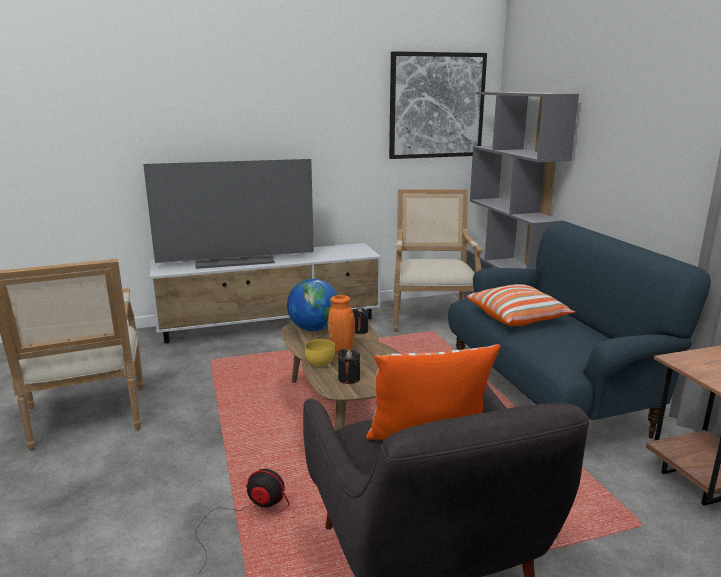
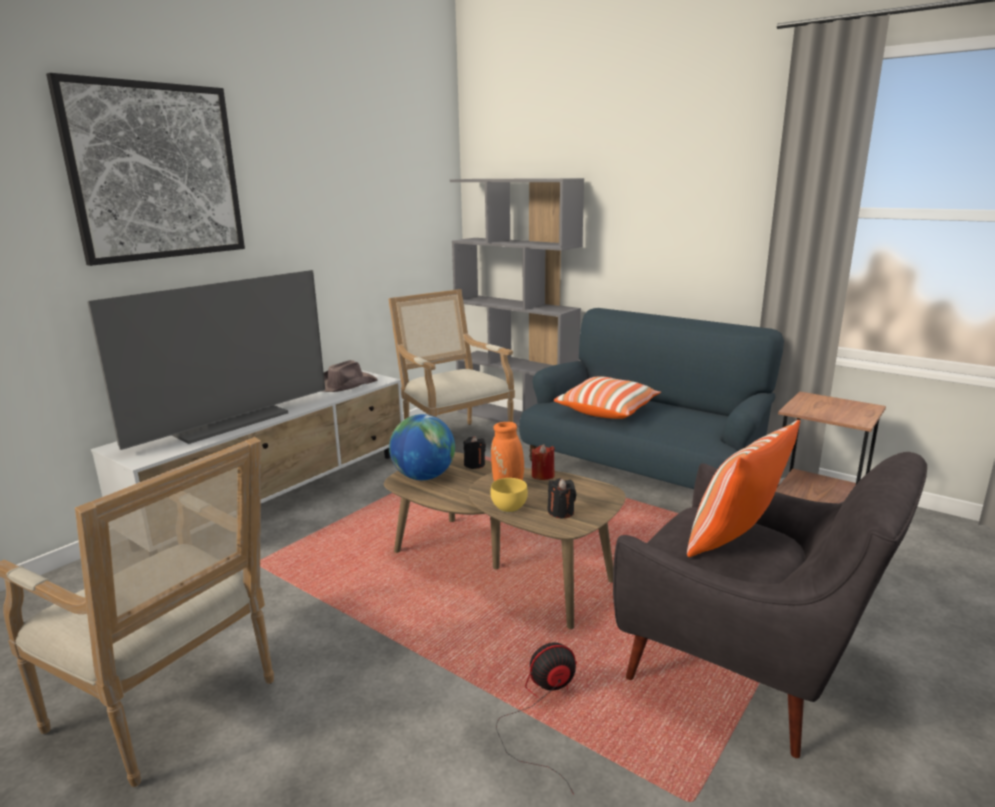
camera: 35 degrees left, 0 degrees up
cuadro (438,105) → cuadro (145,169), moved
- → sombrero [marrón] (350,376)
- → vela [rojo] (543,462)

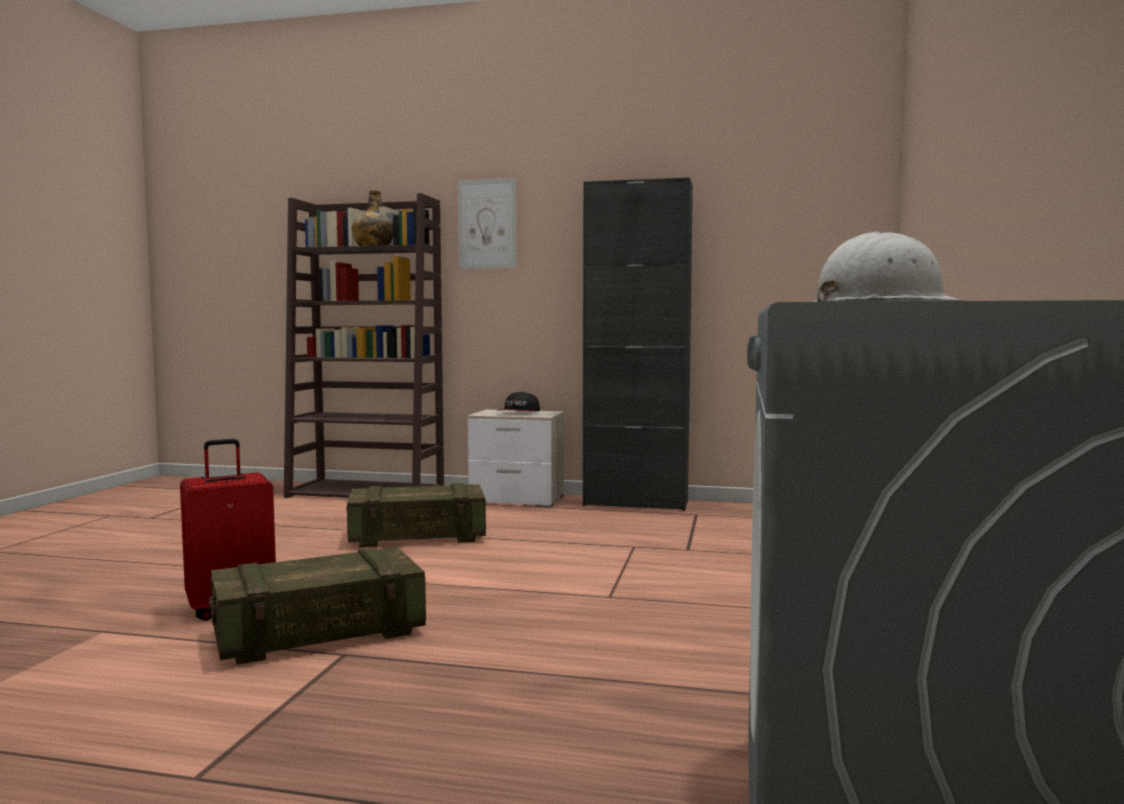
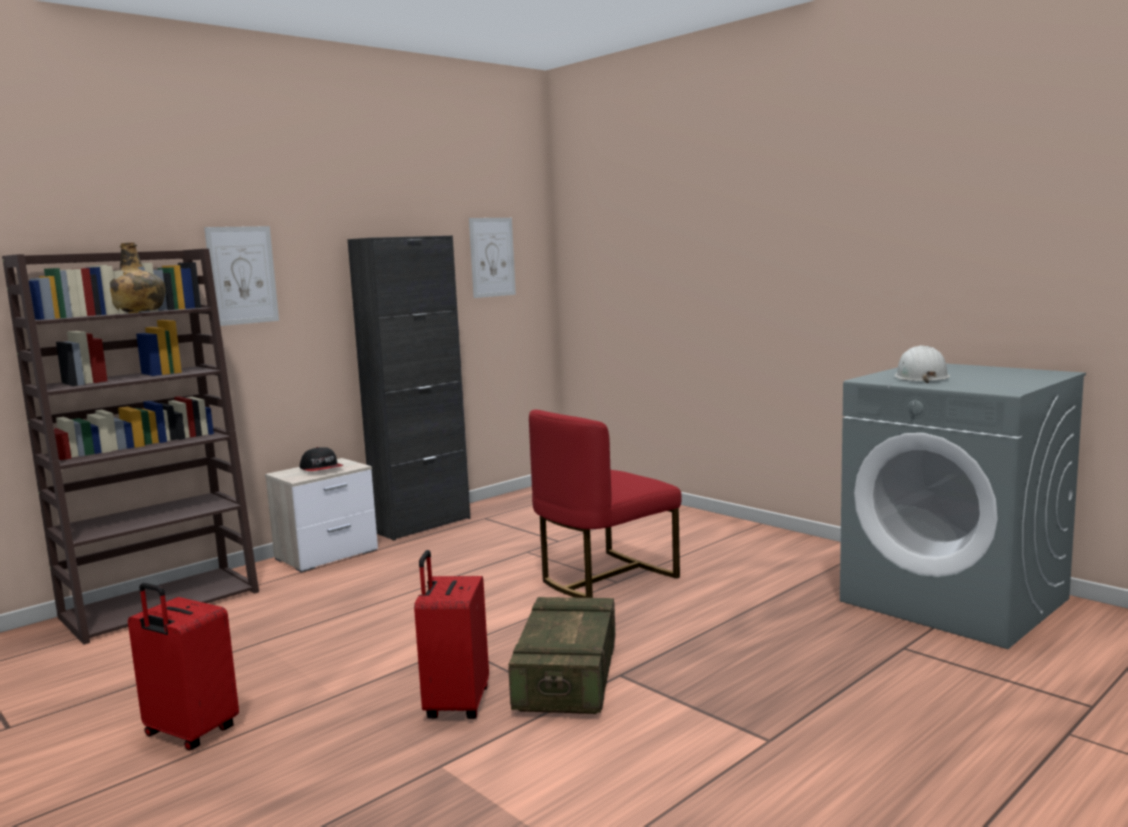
camera: 55 degrees left, 5 degrees up
- → maleta [rojo] (183,667)
- → cuadro (492,258)
- → silla [rojo] (605,504)
caja de embalaje (416,515) → -

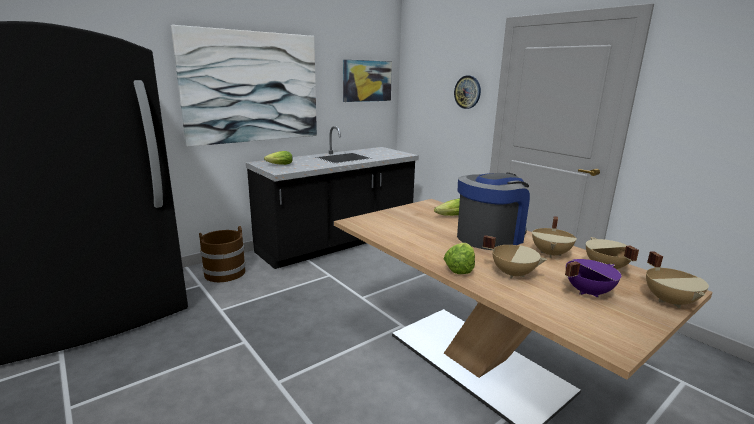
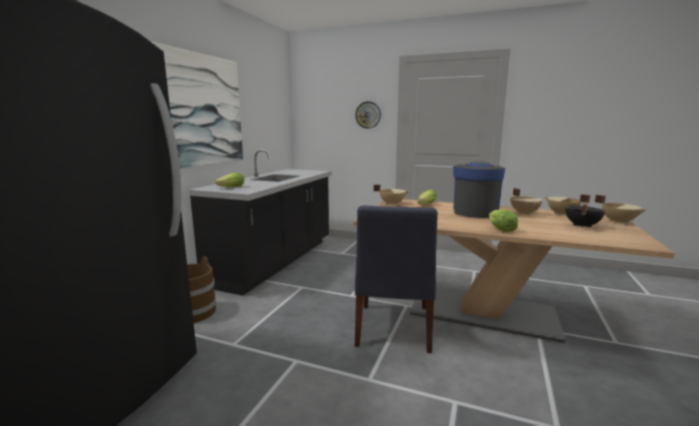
camera: 30 degrees left, 5 degrees down
- → silla [azul] (396,279)
olla [beis] (515,257) → olla [beis] (391,195), moved
olla [morado] (593,278) → olla [negro] (585,216)
cuadro (367,81) → -

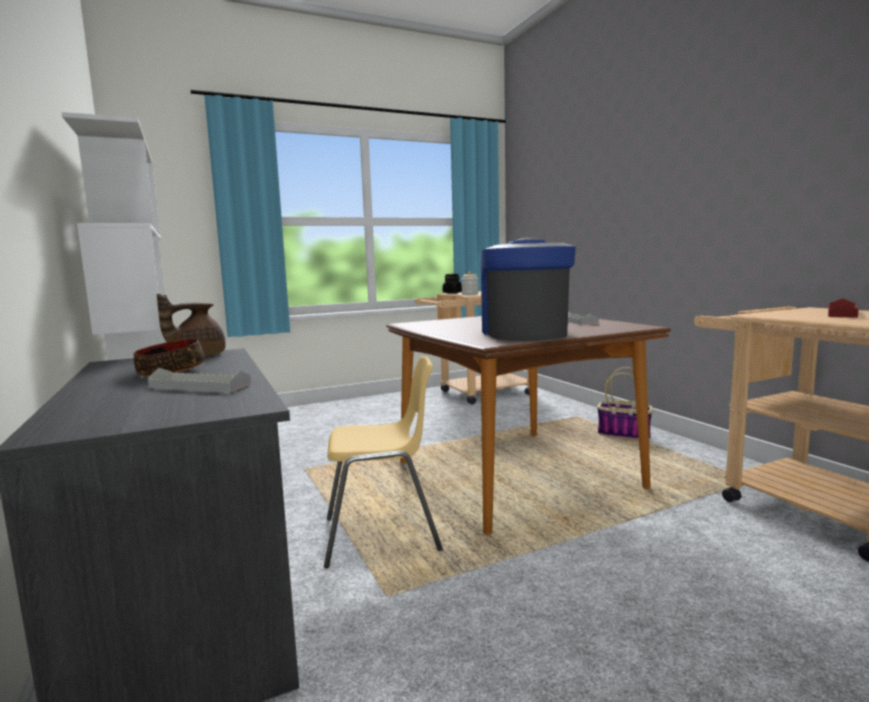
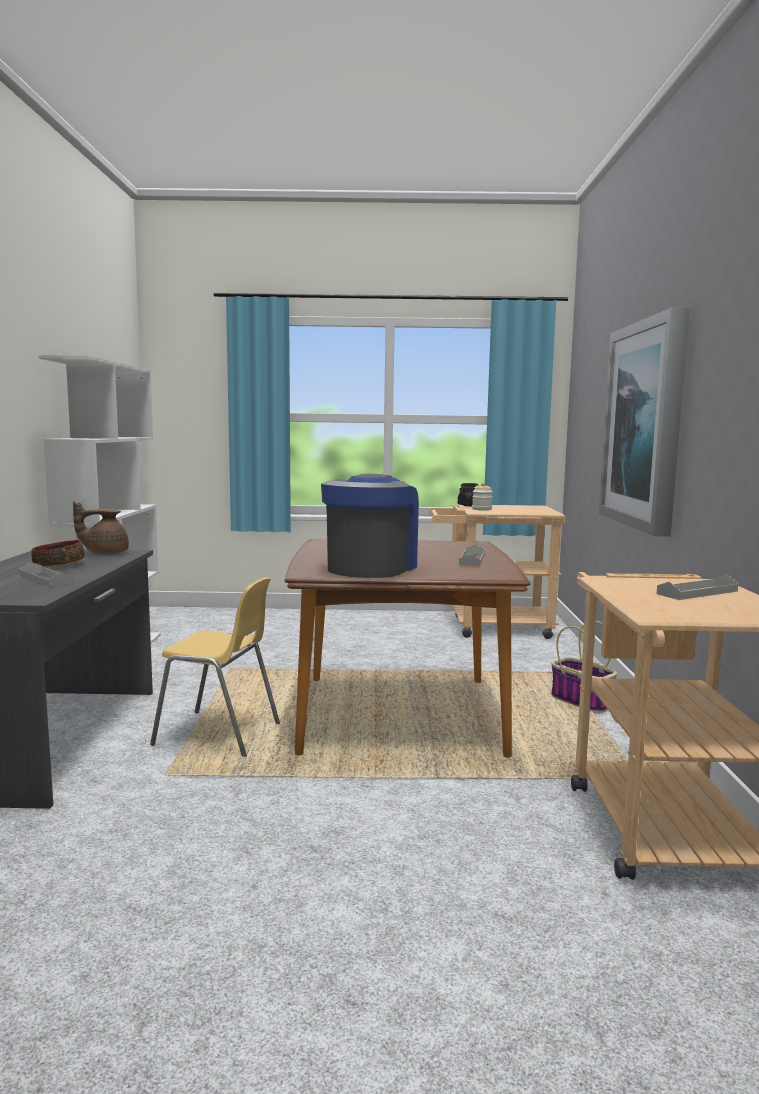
camera: 25 degrees right, 0 degrees up
- → cuadro (644,421)
bandeja [rojo] (843,308) → bandeja [gris] (698,587)

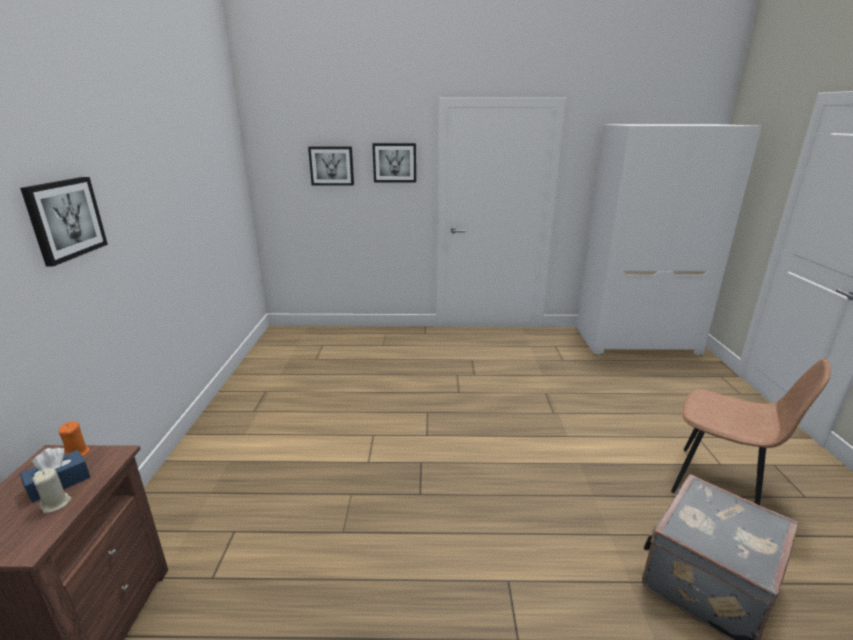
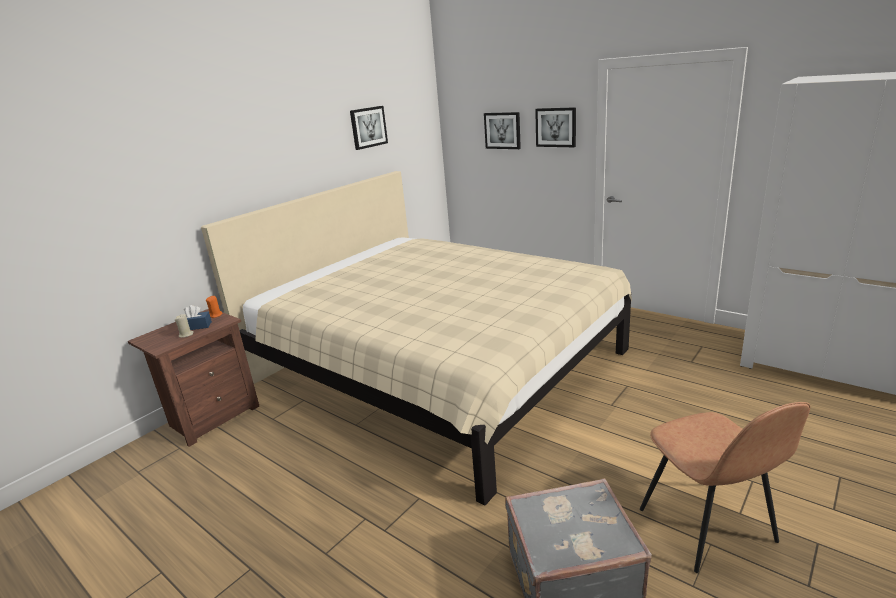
camera: 40 degrees right, 0 degrees up
- → cama [beis] (416,338)
cuadro (64,222) → cuadro (369,128), moved

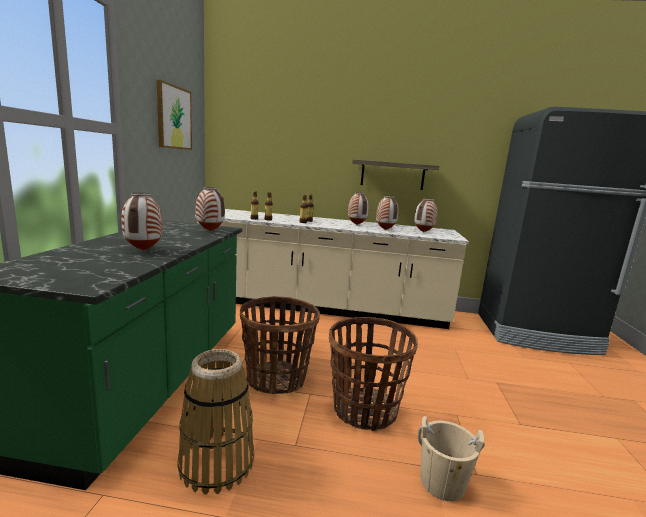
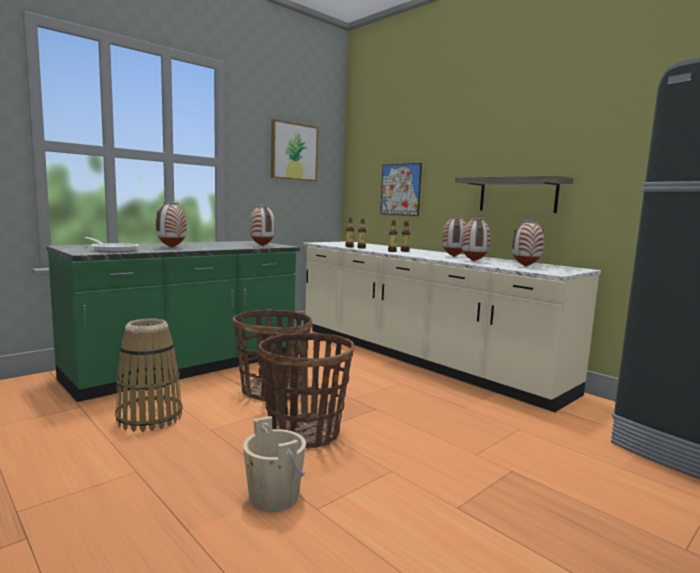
camera: 40 degrees right, 5 degrees down
- → sartén (111,245)
- → cuadro (401,189)

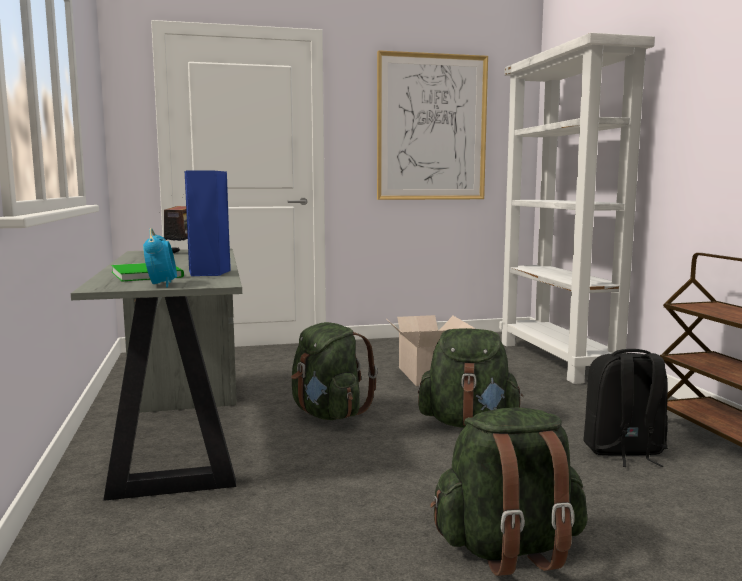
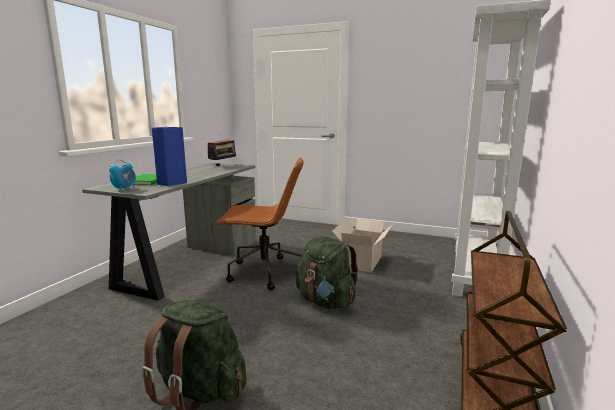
camera: 35 degrees right, 5 degrees up
mochila [verde] (334,371) → silla de oficina [marrón] (259,223)
cuadro (432,125) → -
mochila [negro] (625,408) → -

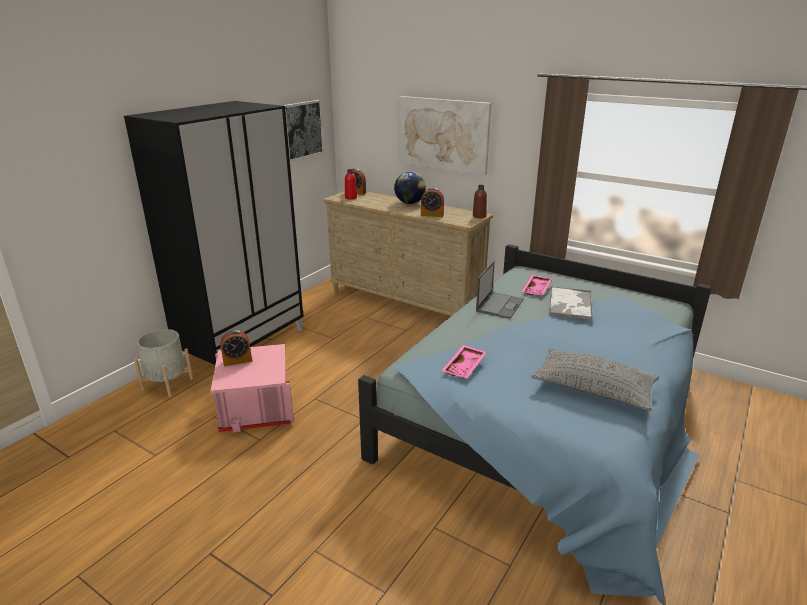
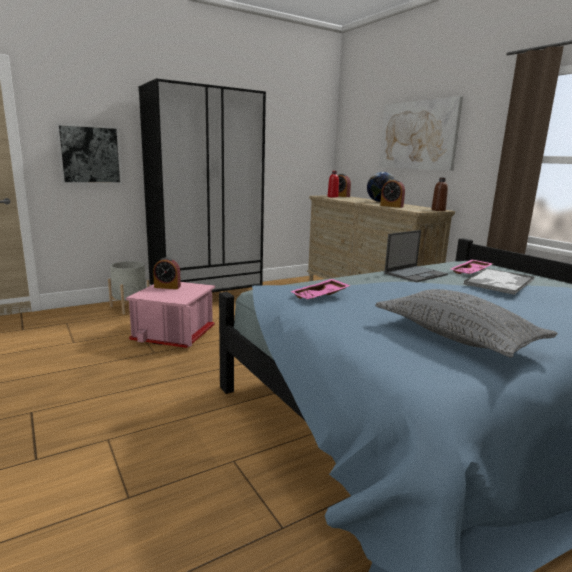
camera: 25 degrees right, 10 degrees down
cuadro (303,131) → cuadro (89,153), moved

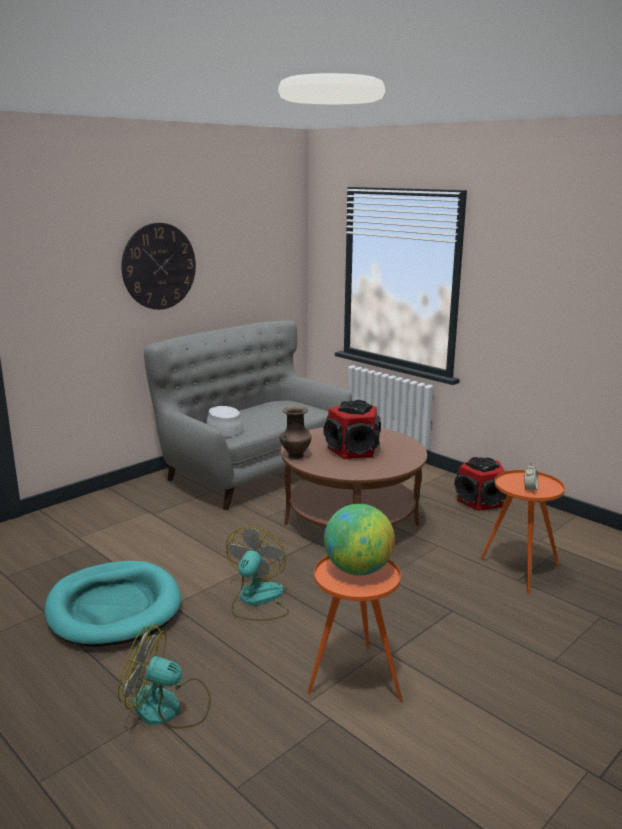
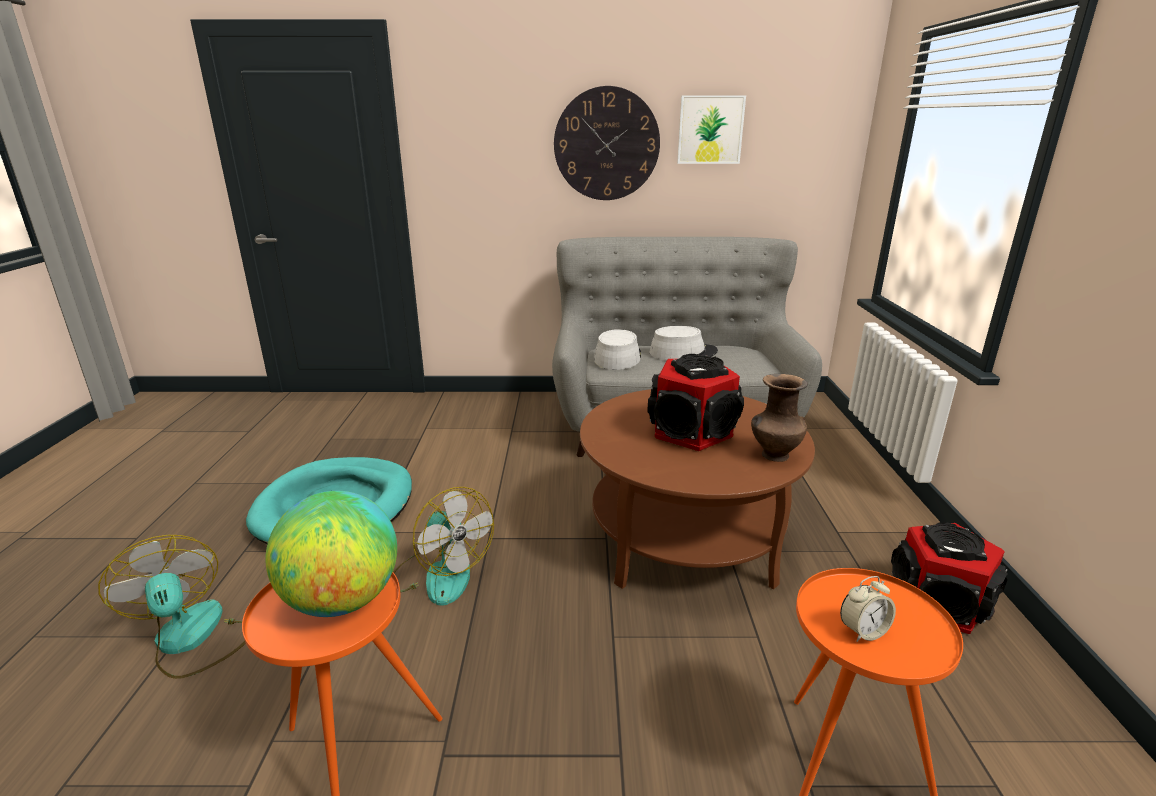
camera: 45 degrees right, 5 degrees up
ventilador (257,573) → ventilador (444,546), 75 degrees clockwise
- → sombrero [gris] (683,343)
- → cuadro (711,129)
florero [marrón] (295,432) → florero [marrón] (779,418), moved

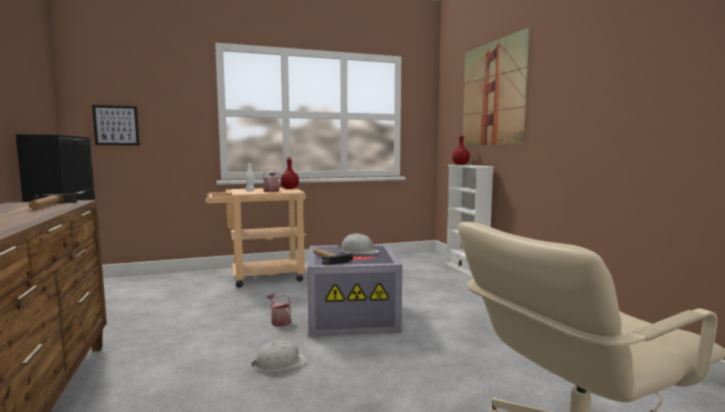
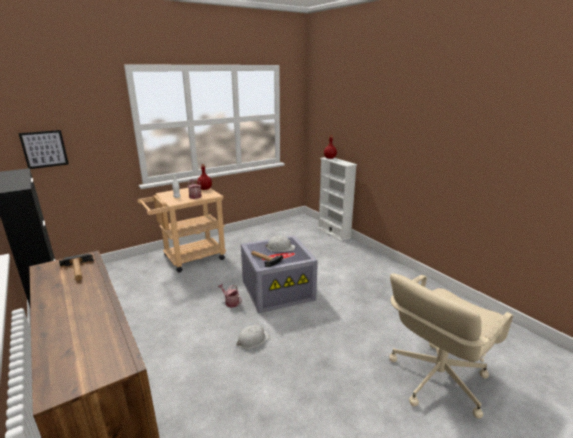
camera: 15 degrees left, 15 degrees up
cuadro (496,87) → -

